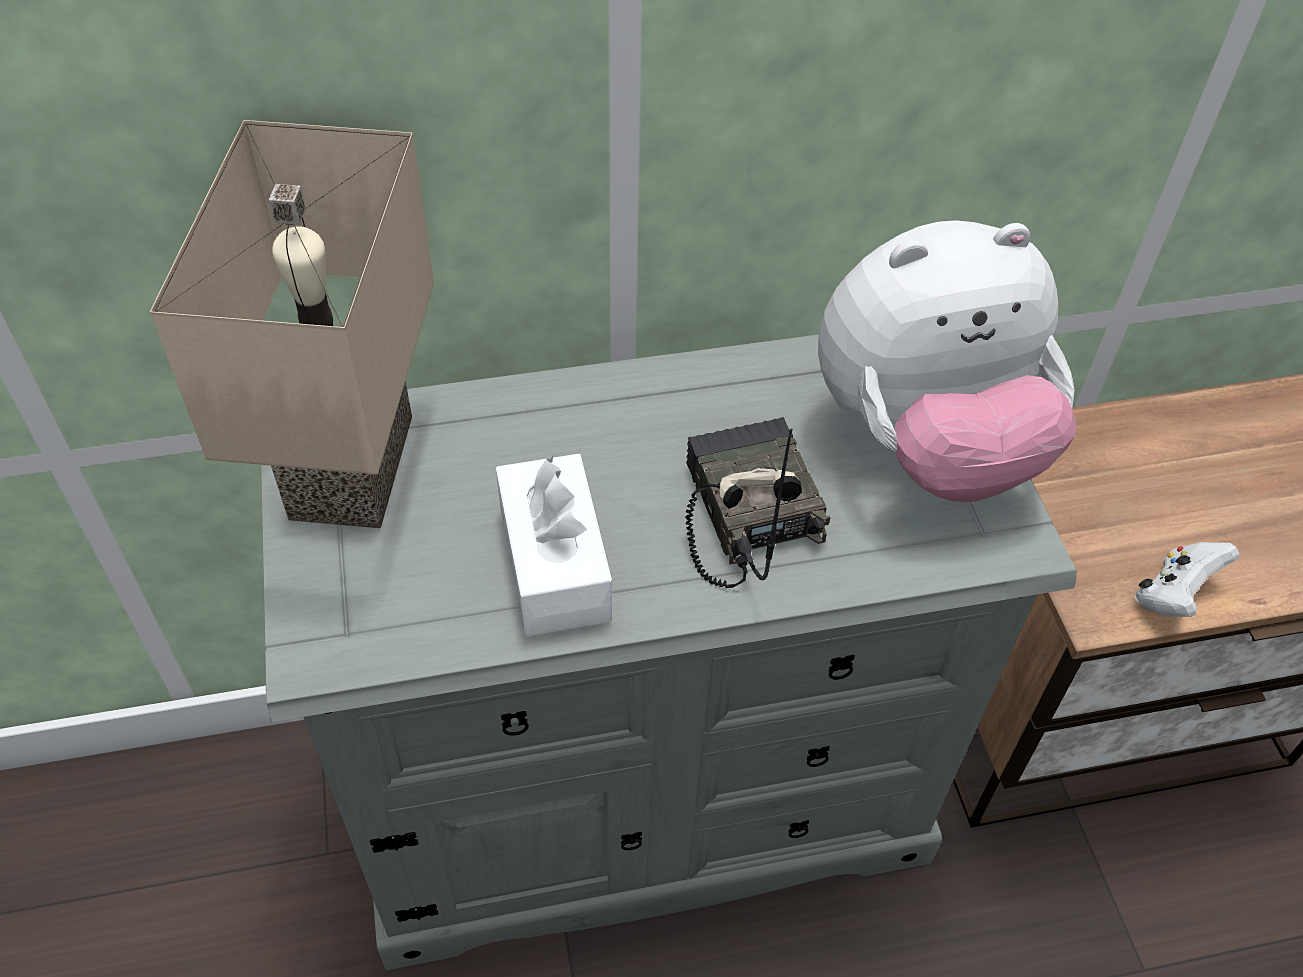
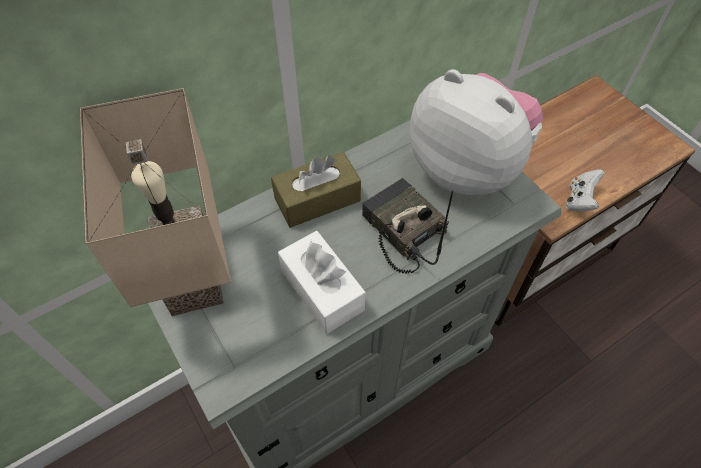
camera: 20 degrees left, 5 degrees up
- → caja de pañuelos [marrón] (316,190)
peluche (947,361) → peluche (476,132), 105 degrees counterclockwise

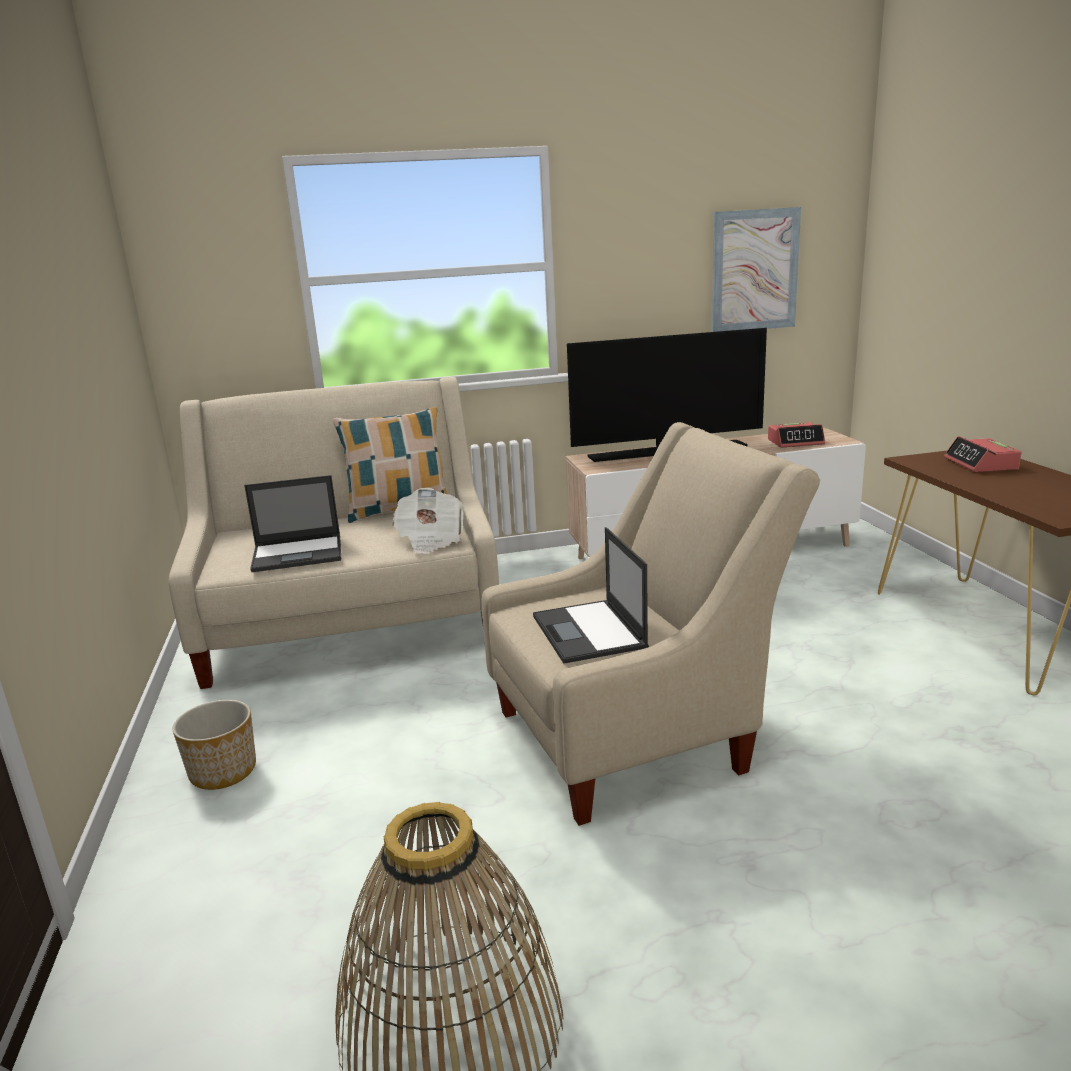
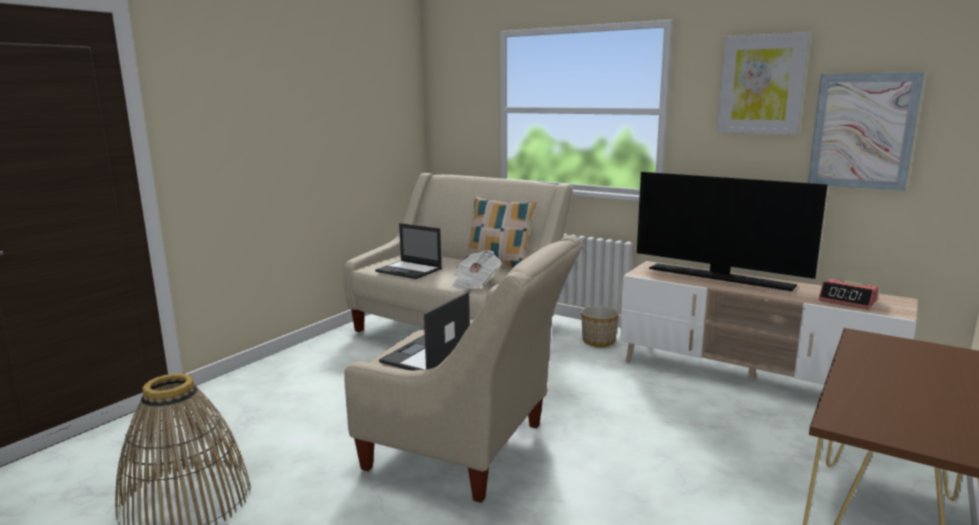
camera: 45 degrees right, 5 degrees down
maceta (214,745) → maceta (600,326), moved
- → cuadro (763,83)
despertador (983,454) → -

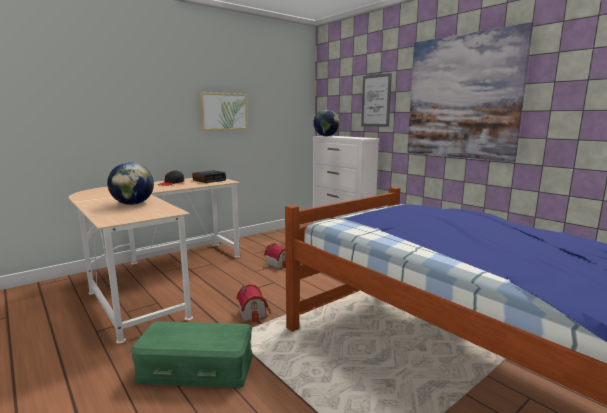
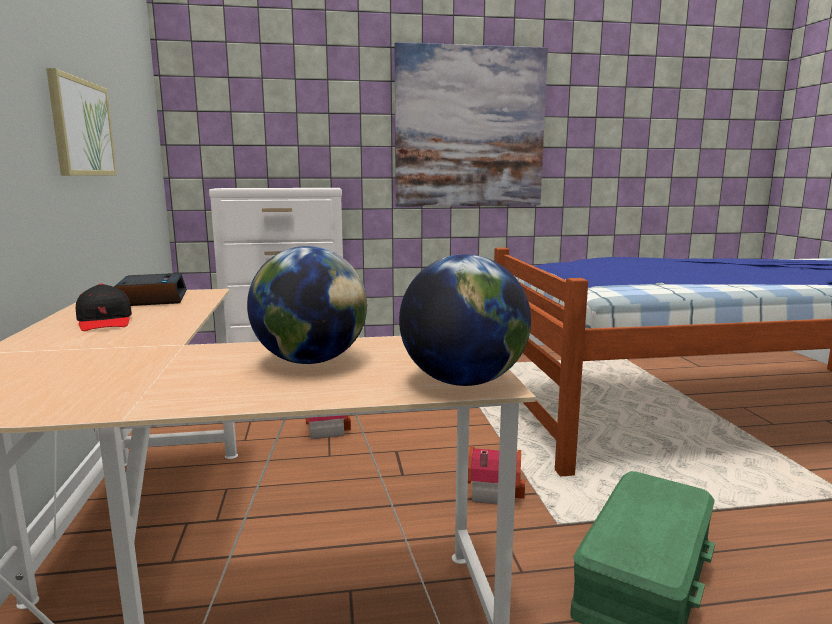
camera: 60 degrees left, 0 degrees up
globo terráqueo (326,123) → globo terráqueo (465,320), moved
cuadro (376,100) → -

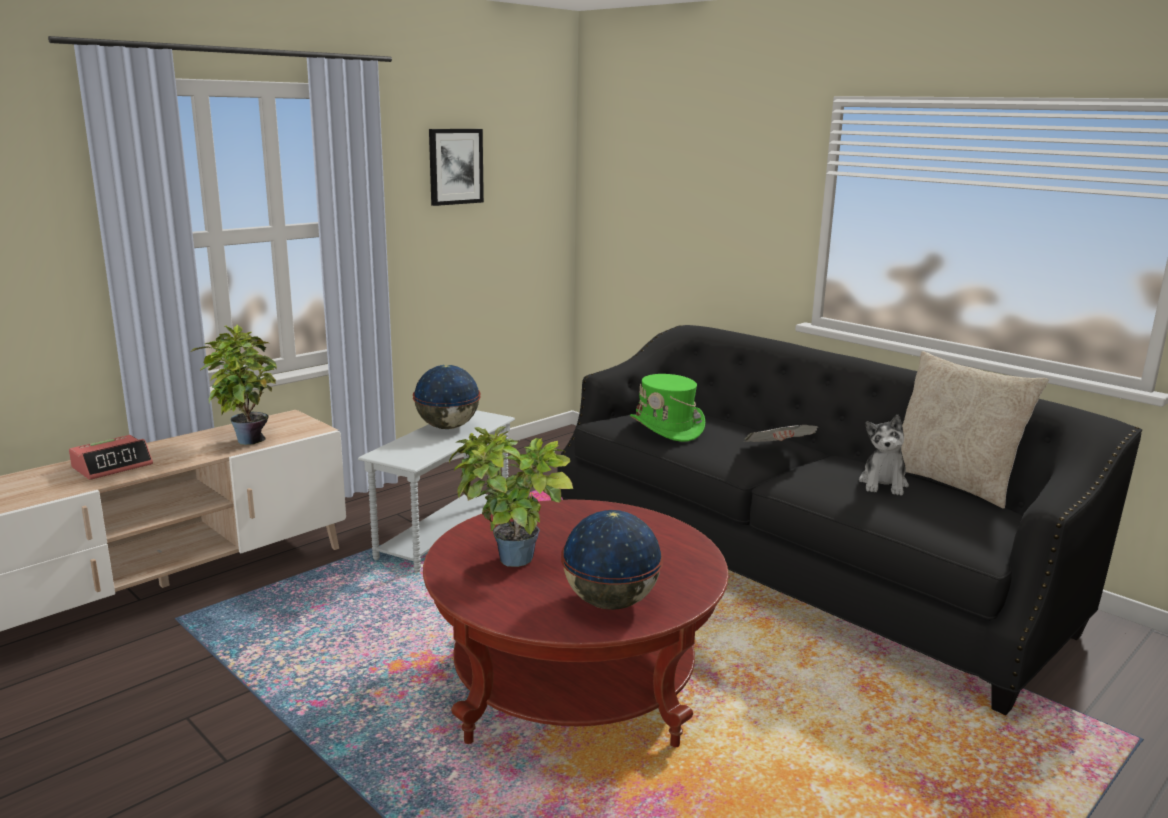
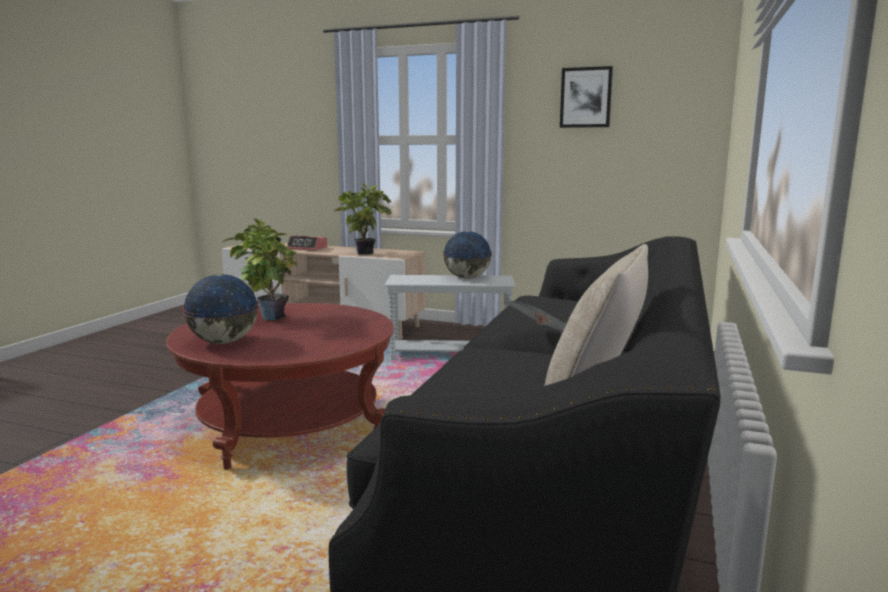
camera: 65 degrees right, 5 degrees down
sombrero [verde] (667,408) → -
peluche (884,455) → -

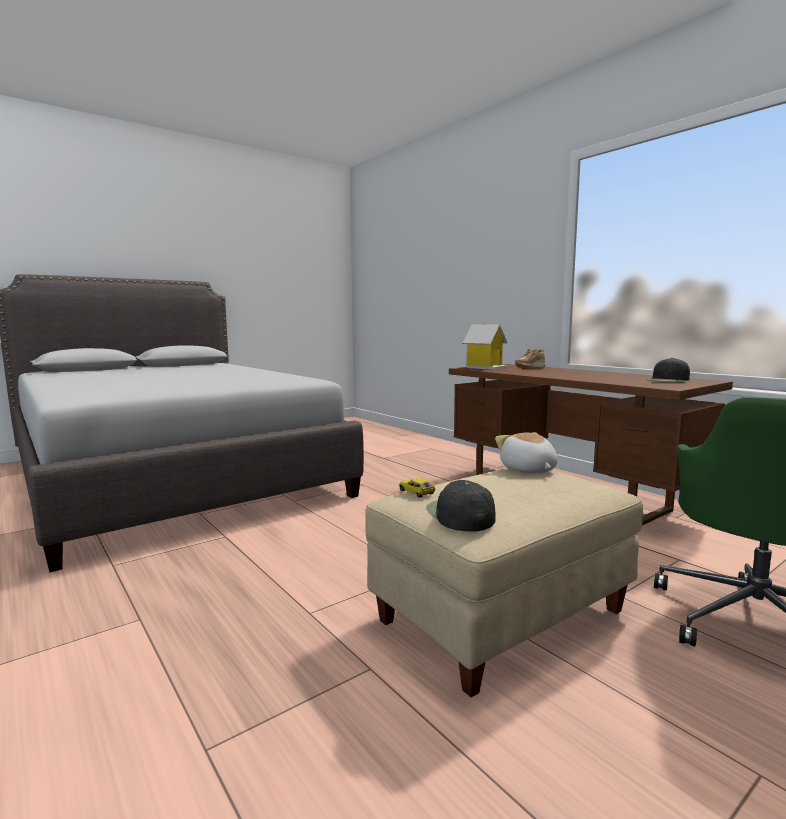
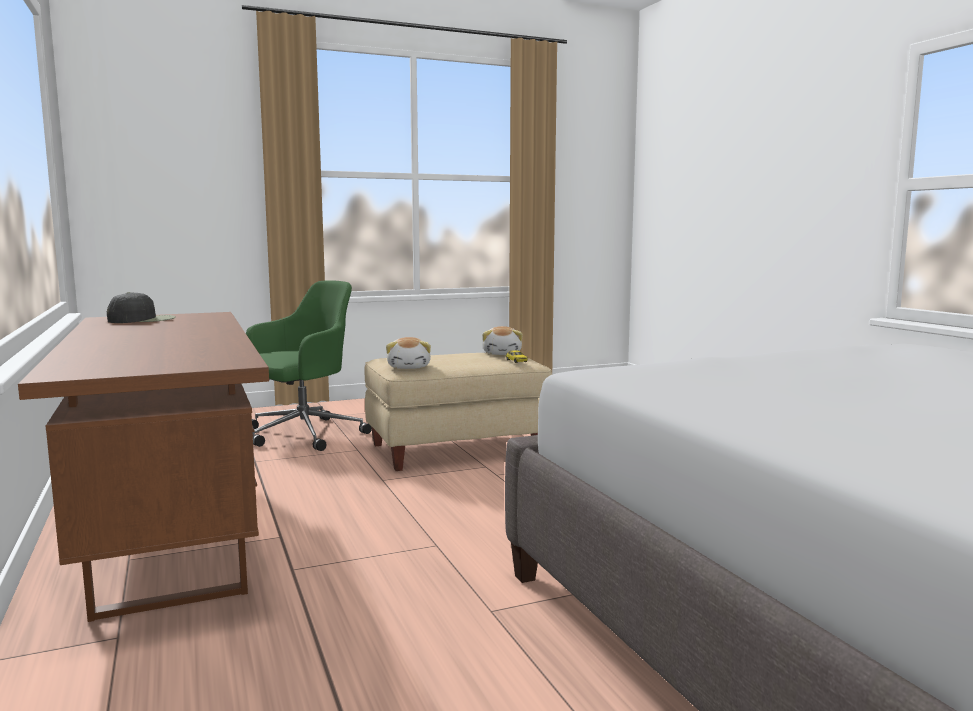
camera: 165 degrees left, 0 degrees up
gorra [negro] (461,506) → peluche (502,340)
casita (485,347) → -
zapato [beis] (530,358) → -

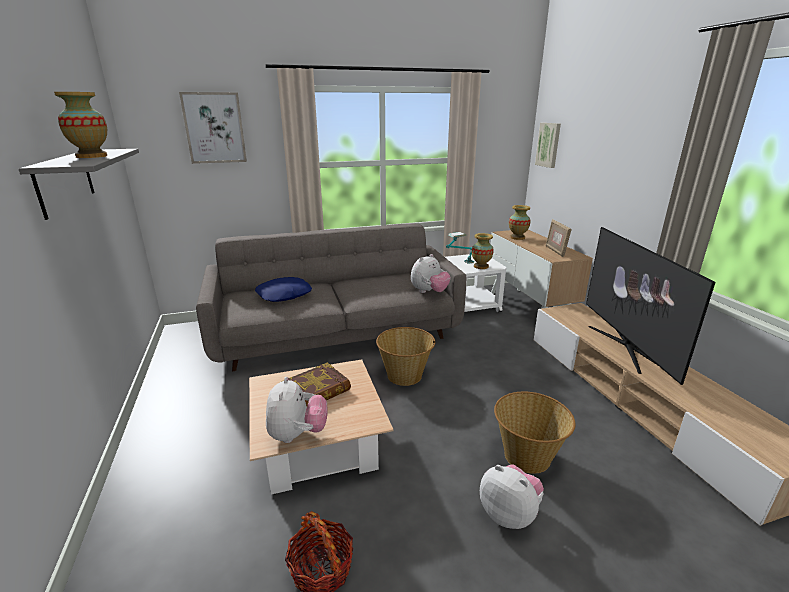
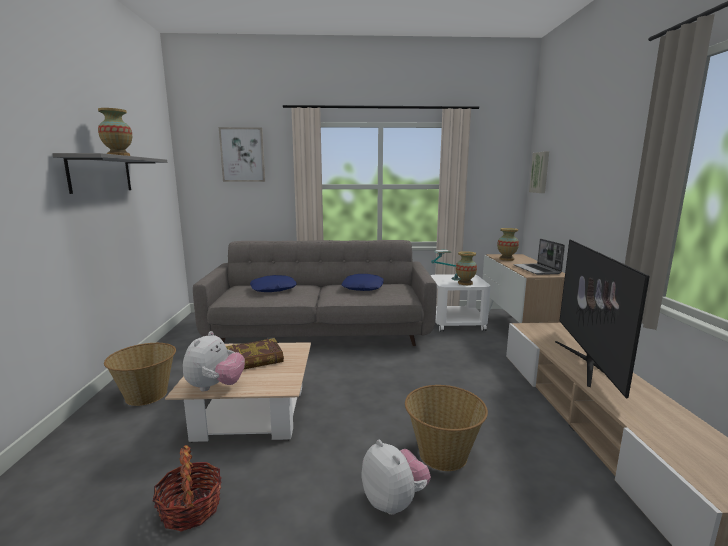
camera: 15 degrees right, 10 degrees down
cesta (405,356) → cesta (140,374), moved
- → cojín [azul] (363,282)
portarretratos (559,238) → portátil (539,257)
peluche (431,273) → -

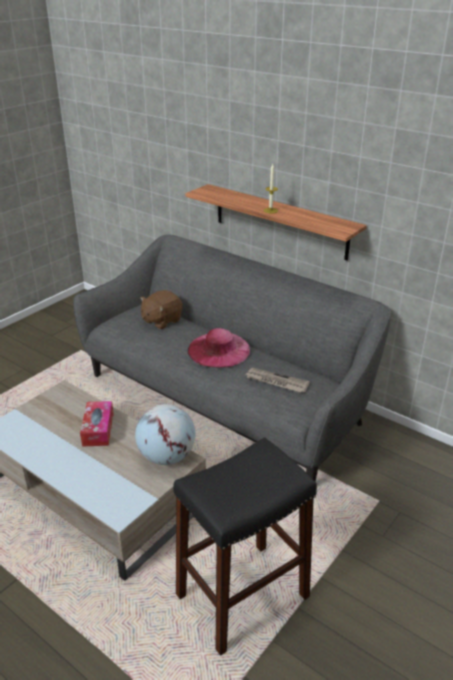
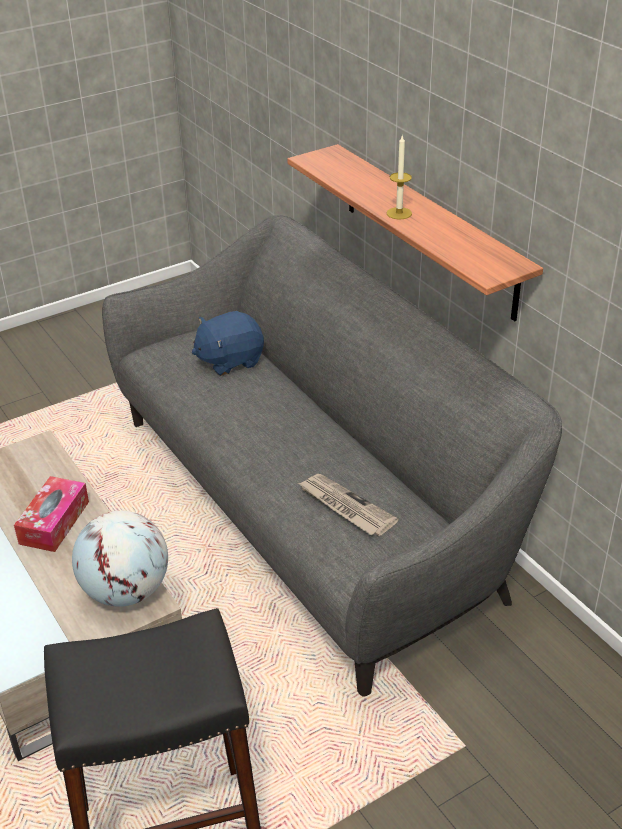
camera: 20 degrees right, 5 degrees up
peluche [marrón] (161,309) → peluche [azul] (228,343)
sombrero [rosa] (219,348) → -

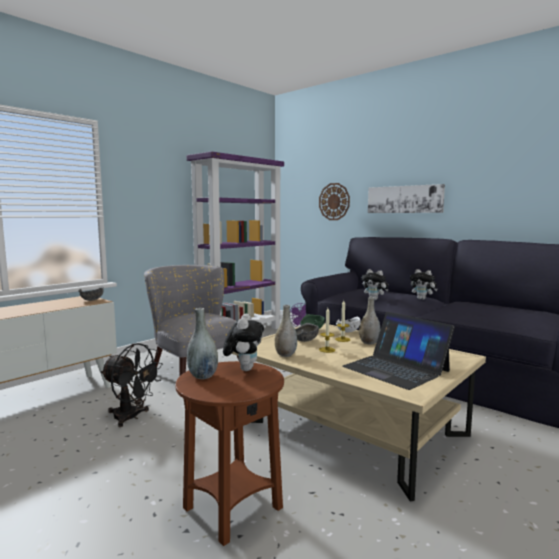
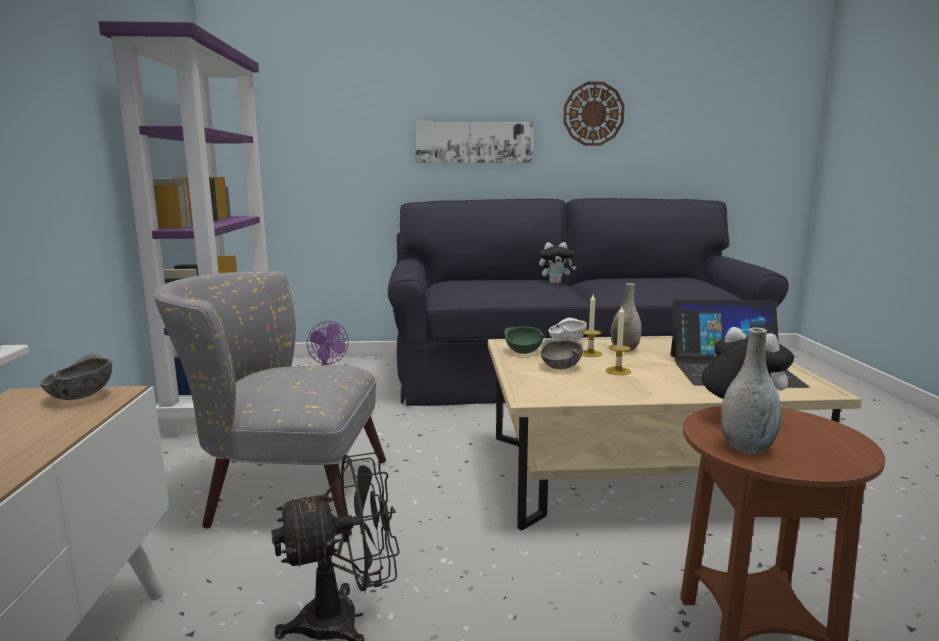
camera: 45 degrees left, 5 degrees up
reloj de pared (334,201) → reloj de pared (594,114), moved
florero [gris] (286,331) → -
peluche (375,284) → -

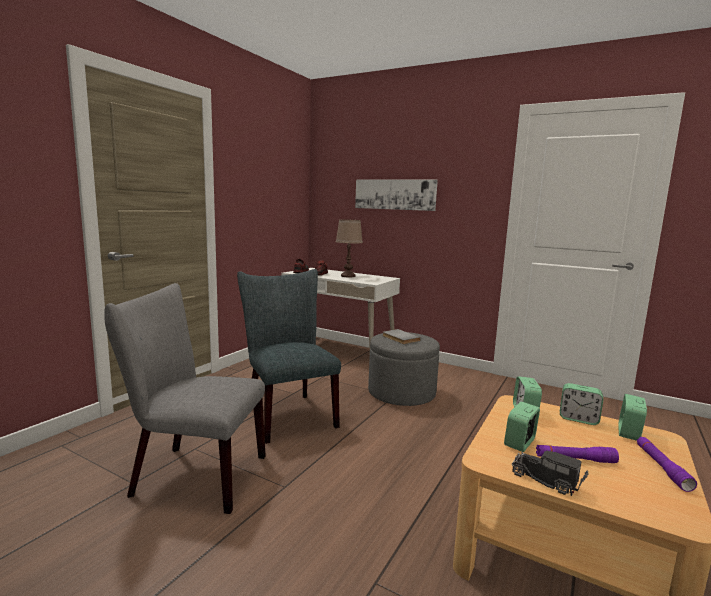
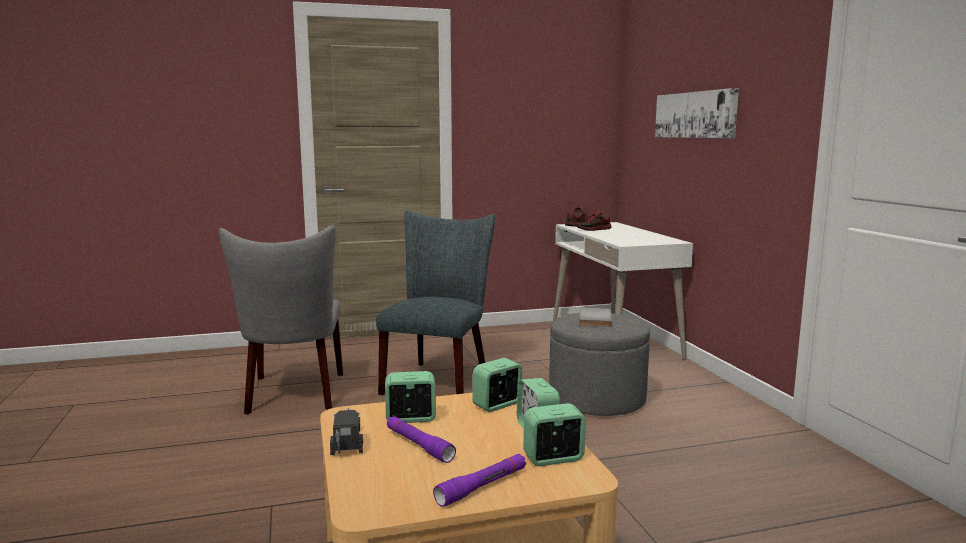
camera: 45 degrees right, 0 degrees up
silla [gris] (185,398) → silla [gris] (281,320), 150 degrees counterclockwise
lámpara de mesa [marrón] (349,248) → -

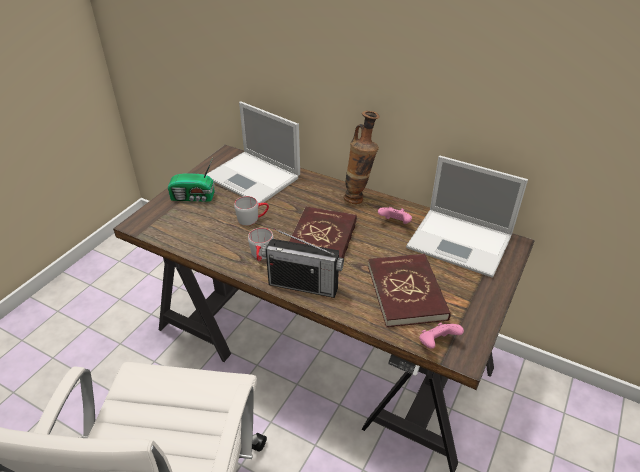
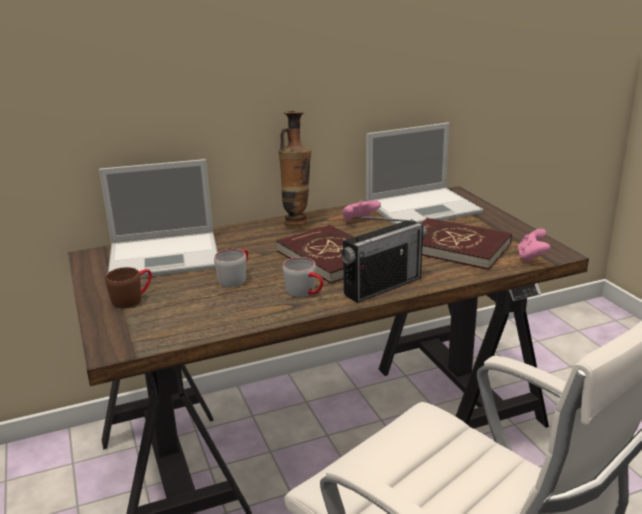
camera: 50 degrees left, 15 degrees down
radio (191,180) → taza grande [marrón] (128,287)

